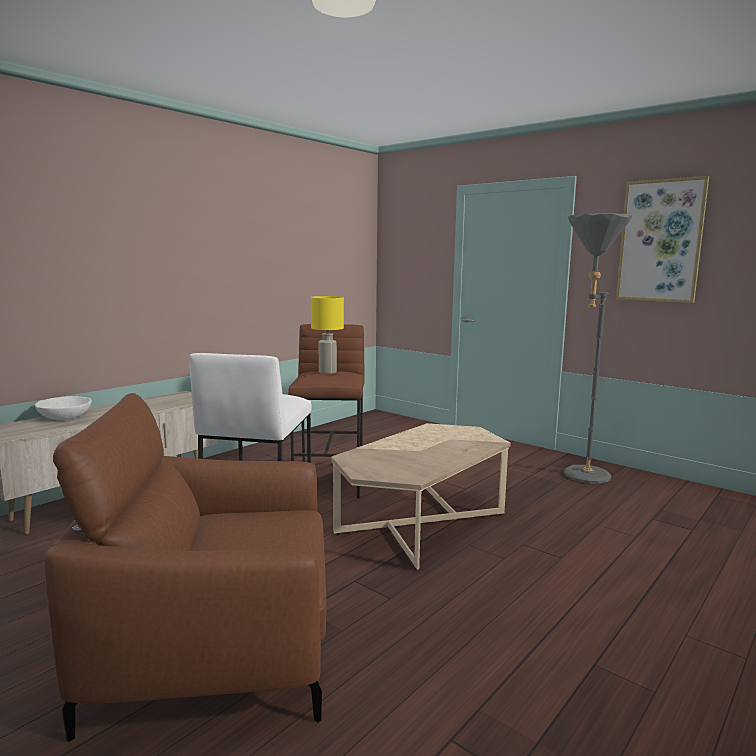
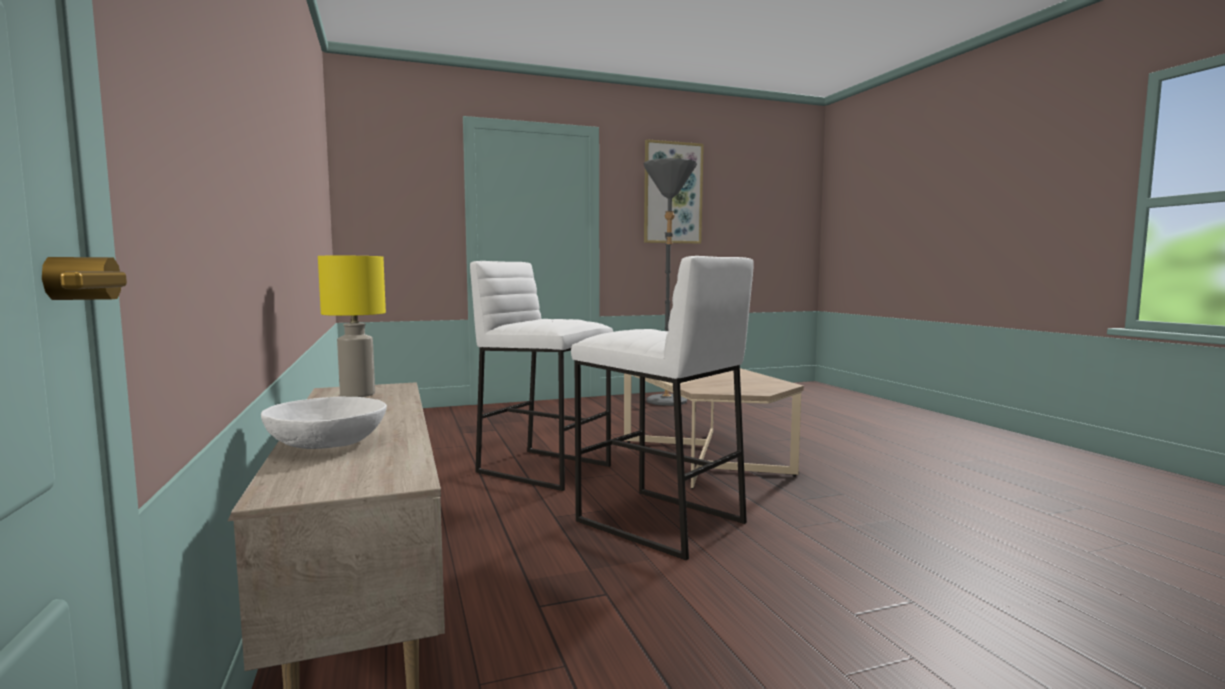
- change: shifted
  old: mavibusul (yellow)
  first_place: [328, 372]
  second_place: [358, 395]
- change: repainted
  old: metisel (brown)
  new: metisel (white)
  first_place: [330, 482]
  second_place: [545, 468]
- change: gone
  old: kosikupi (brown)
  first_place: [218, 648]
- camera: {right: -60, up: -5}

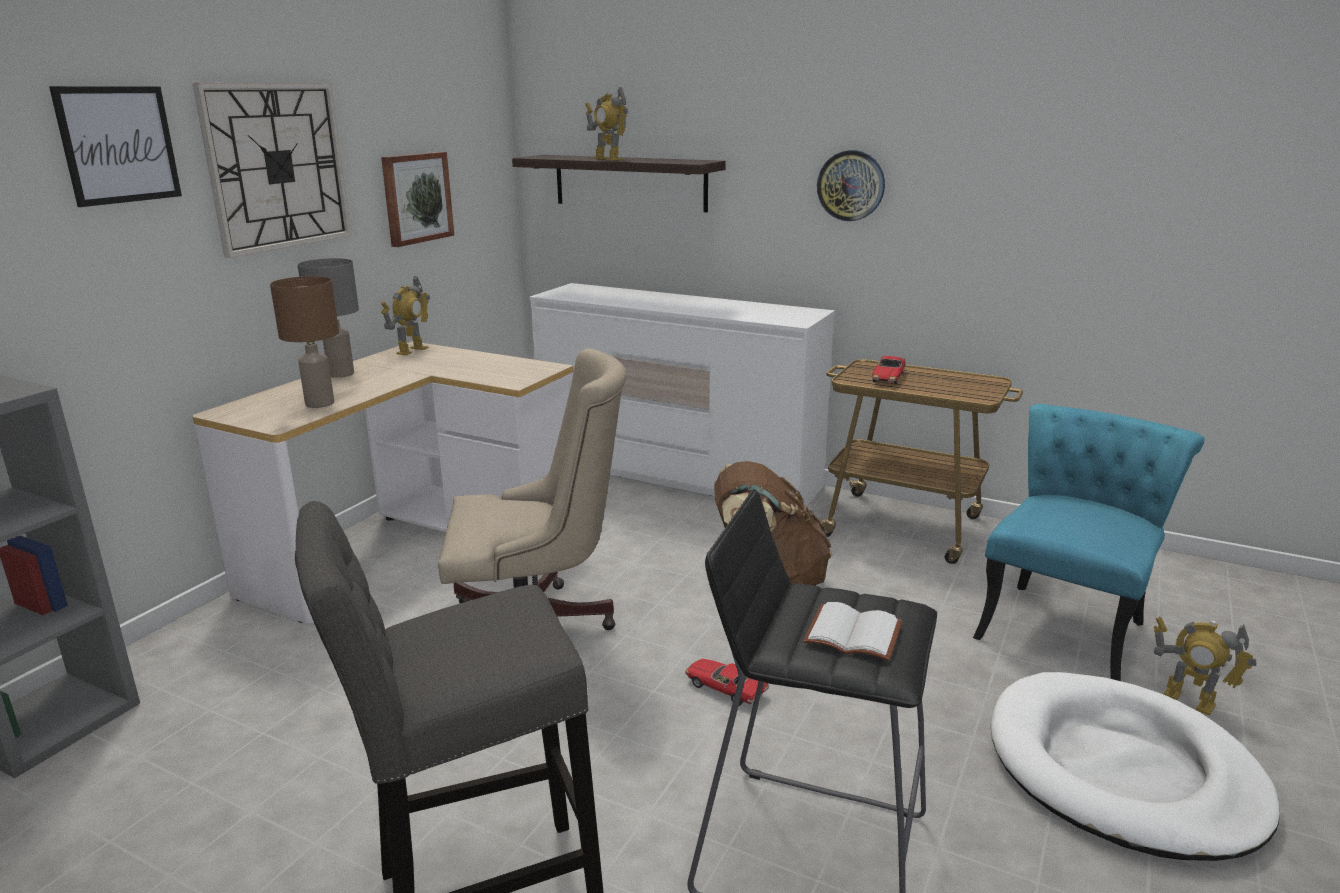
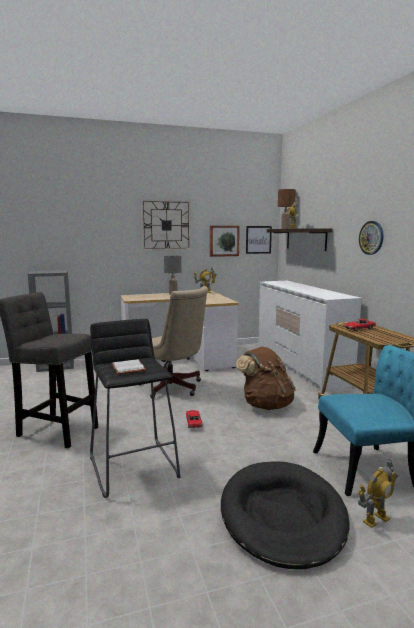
- change: shifted
  old: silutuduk
  first_place: [118, 145]
  second_place: [258, 239]
- change: shifted
  old: mavibusul (brown)
  first_place: [319, 404]
  second_place: [285, 228]
- change: rotated
  old: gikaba
  first_place: [1189, 700]
  second_place: [375, 519]
  degrees: -120
- change: repainted
  old: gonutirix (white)
  new: gonutirix (black)
  first_place: [1122, 771]
  second_place: [282, 515]
- camera: {right: 45, up: -10}

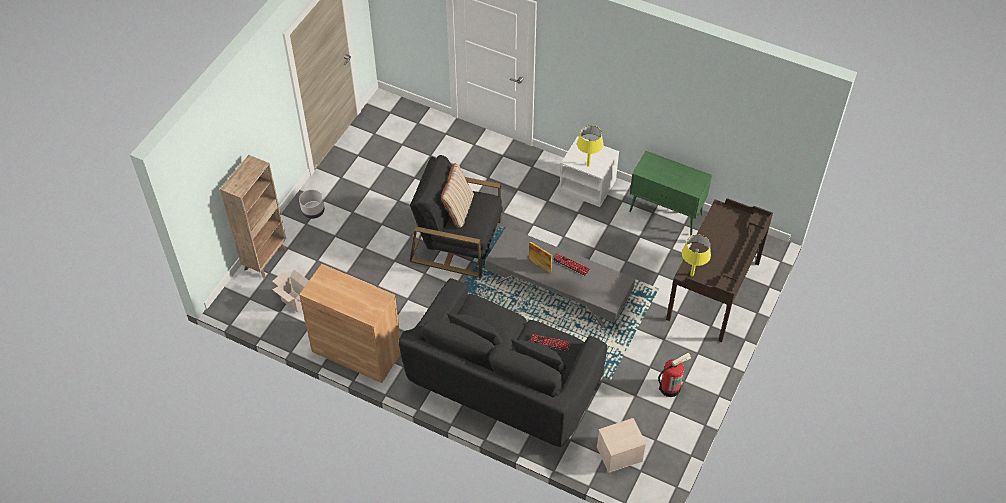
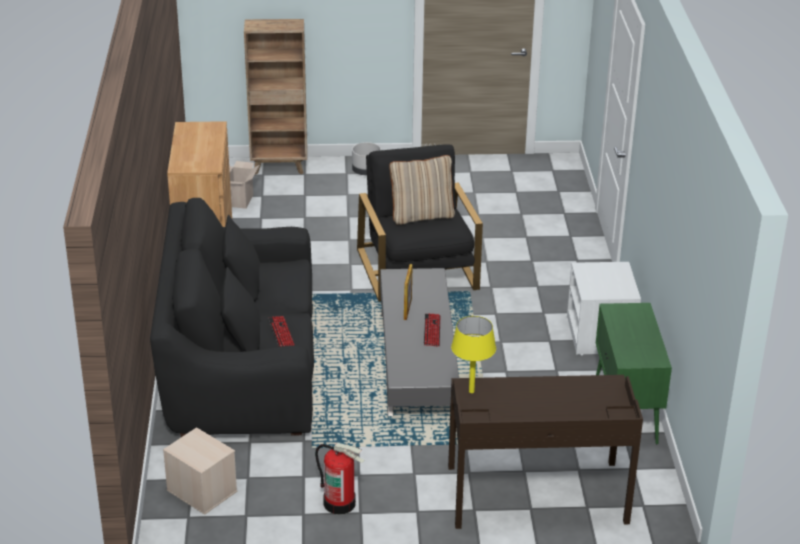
- change: gone
  old: mavibusul (yellow)
  first_place: [588, 165]
- camera: {right: 60, up: -20}

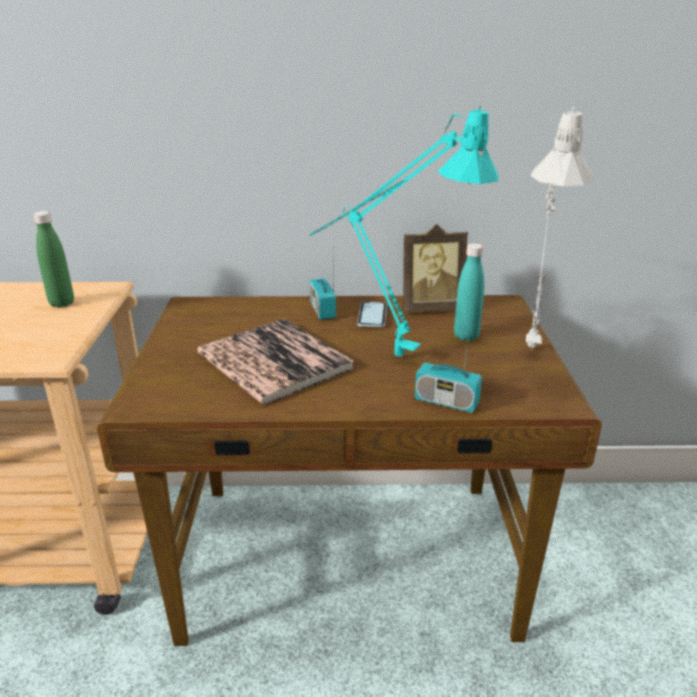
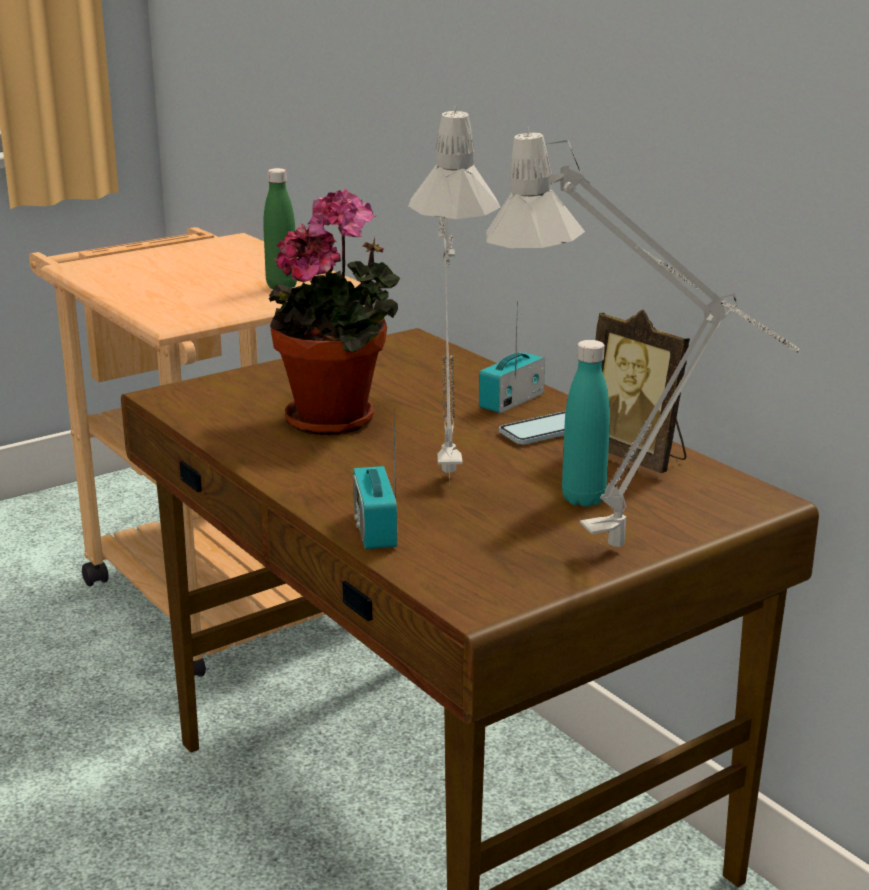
- change: repainted
  old: mavibusul (turquoise)
  new: mavibusul (grey)
  first_place: [387, 355]
  second_place: [447, 468]
- change: swapped
  old: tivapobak
  new: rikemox
  first_place: [274, 361]
  second_place: [338, 419]
- camera: {right: 55, up: -5}

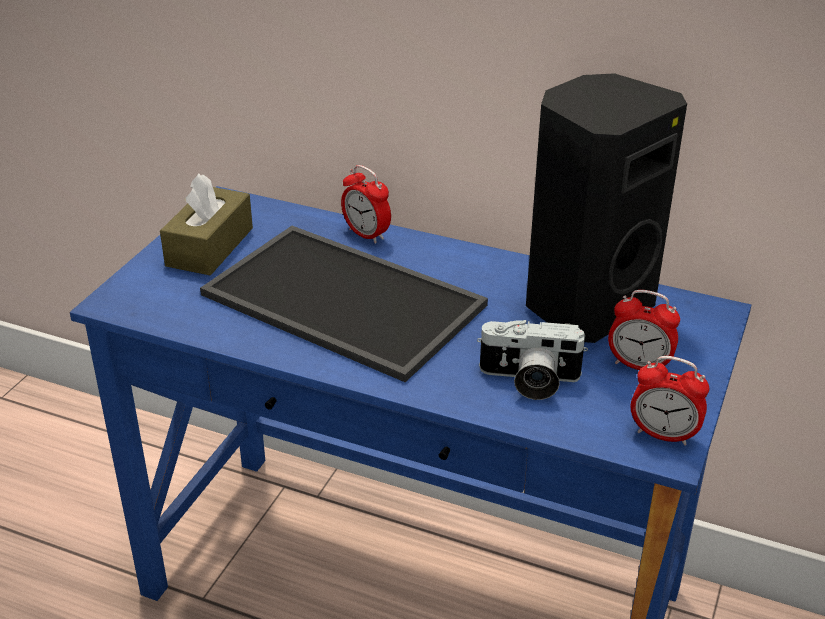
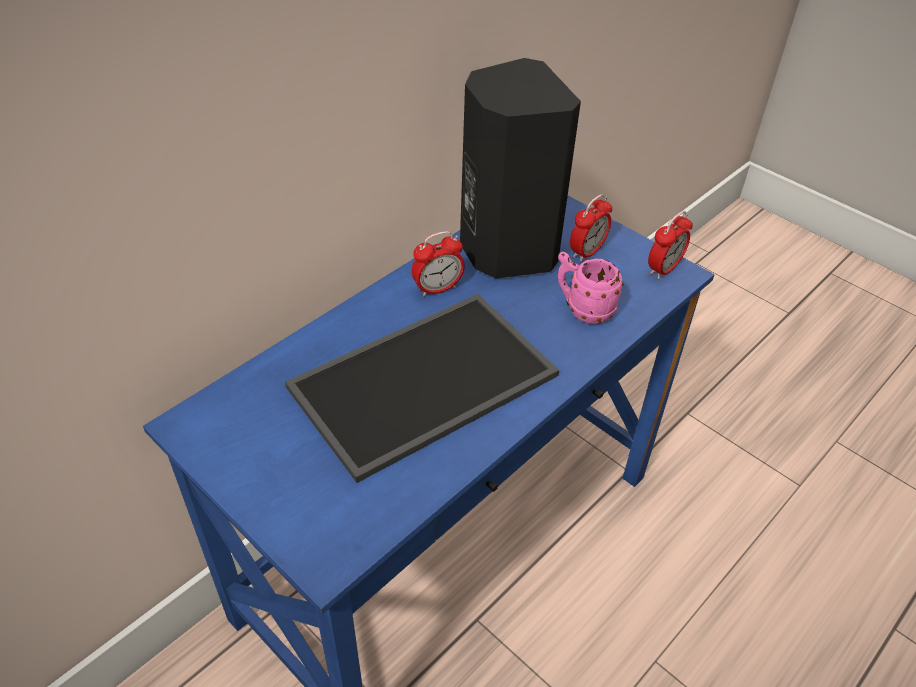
- change: shifted
  old: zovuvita
  first_place: [366, 234]
  second_place: [437, 289]
- change: gone
  old: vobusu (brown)
  first_place: [210, 247]
- change: swapped
  old: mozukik
  new: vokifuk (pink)
  first_place: [529, 380]
  second_place: [583, 309]
- camera: {right: -70, up: 10}

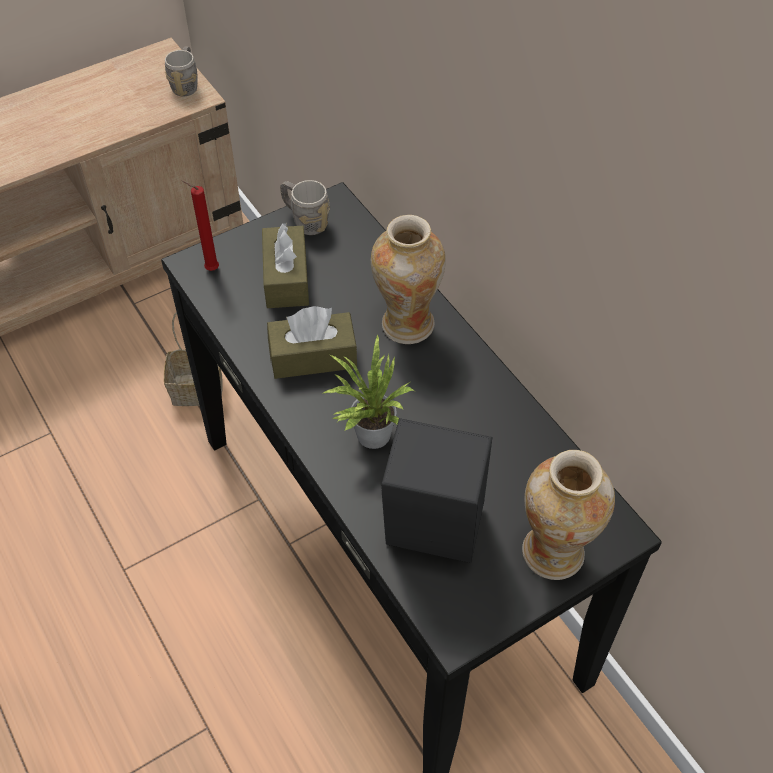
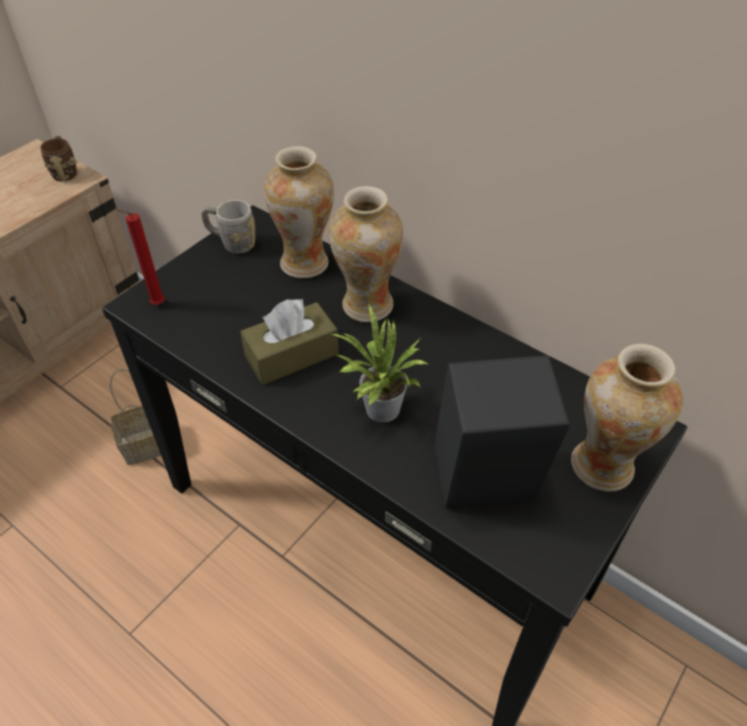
- change: repainted
  old: vokifuk (grey)
  new: vokifuk (brown)
  first_place: [186, 84]
  second_place: [65, 171]
- change: gone
  old: vobusu (brown)
  first_place: [286, 278]
- change: new
  new: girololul
  second_place: [305, 263]
- camera: {right: -20, up: -5}

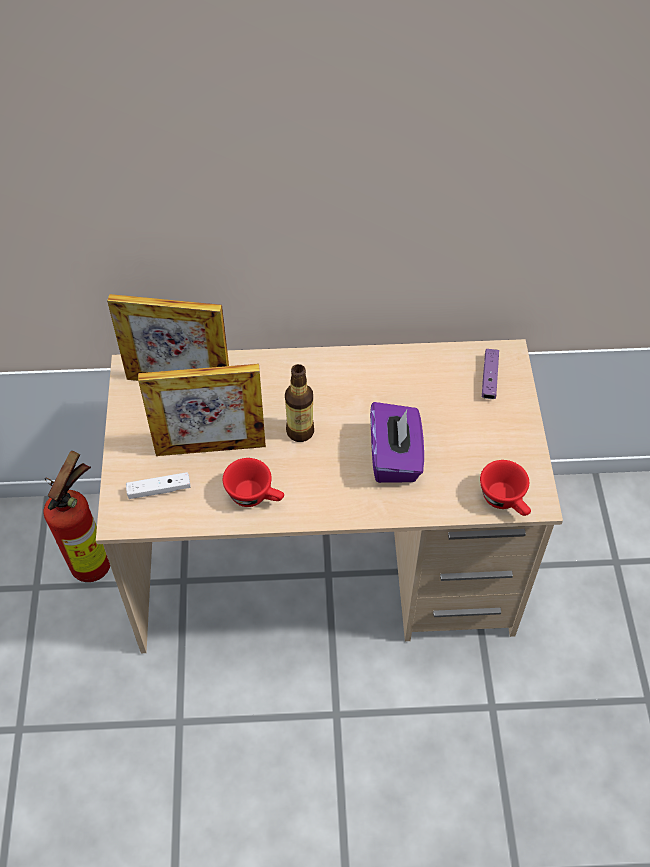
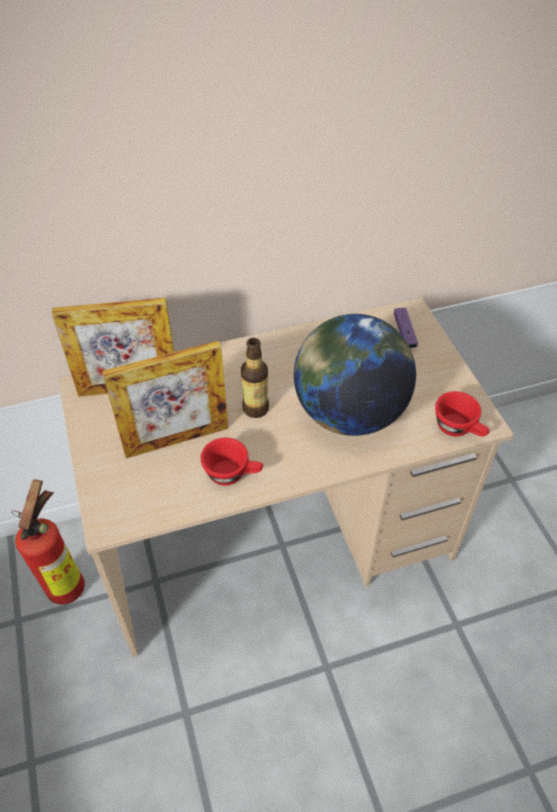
- change: swapped
  old: vobusu (purple)
  new: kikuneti
  first_place: [395, 457]
  second_place: [348, 413]
- change: gone
  old: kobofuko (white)
  first_place: [159, 490]
- camera: {right: -15, up: -5}

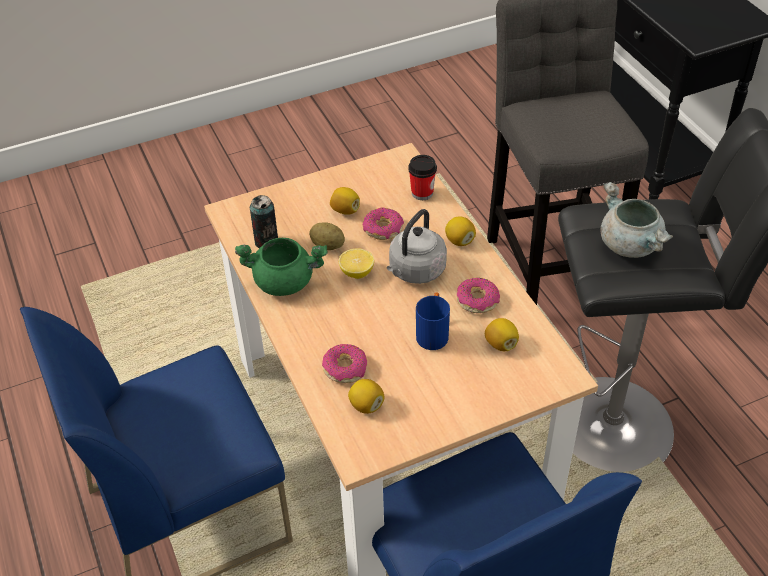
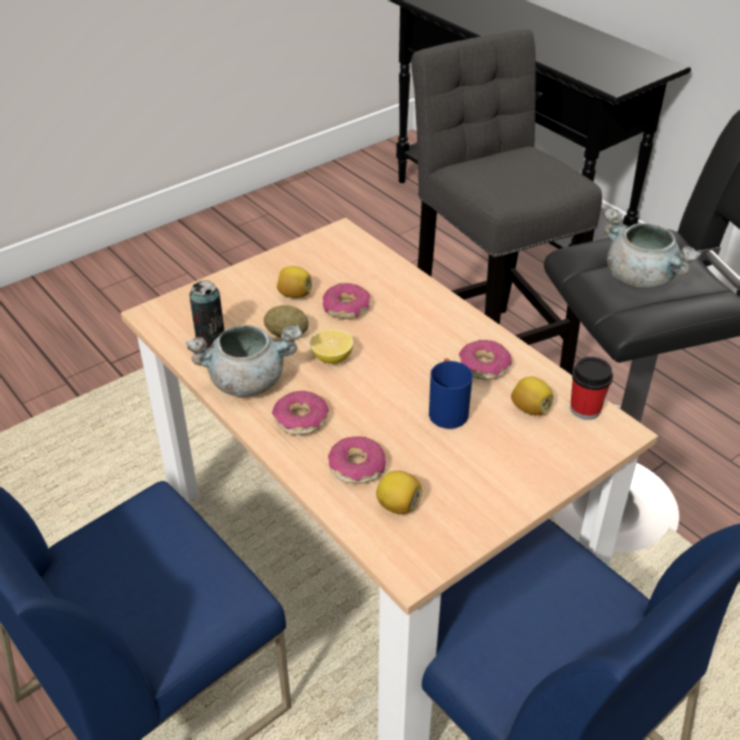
- change: shifted
  old: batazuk
  first_place: [422, 193]
  second_place: [585, 409]
- change: gone
  old: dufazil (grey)
  first_place: [415, 271]
- change: gone
  old: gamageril
  first_place: [459, 241]
- change: repainted
  old: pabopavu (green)
  new: pabopavu (grey)
  first_place: [285, 281]
  second_place: [248, 380]
- change: new
  new: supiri
  second_place: [301, 420]
- camera: {right: -15, up: -5}

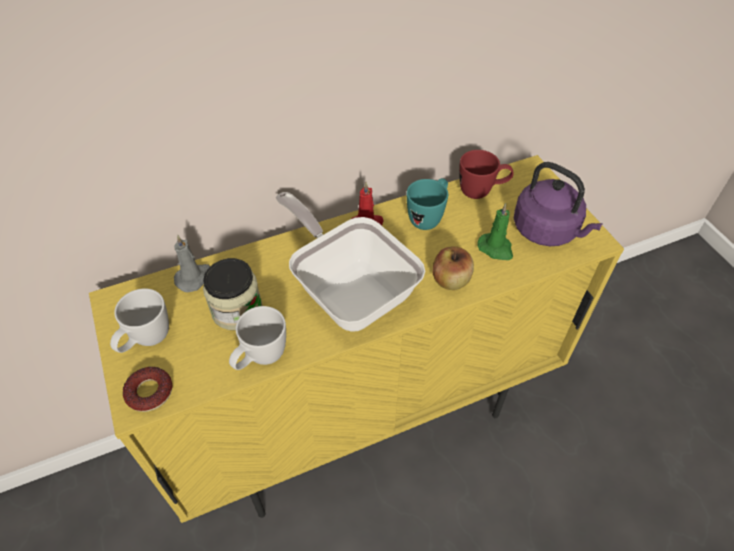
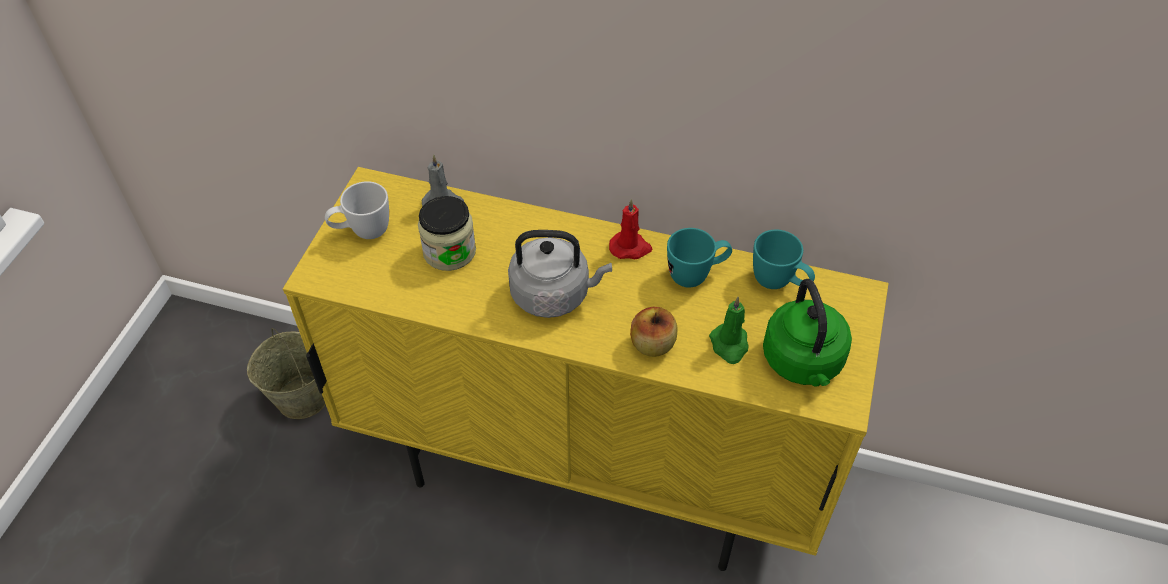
- change: repainted
  old: vokifuk (red)
  new: vokifuk (turquoise)
  first_place: [482, 192]
  second_place: [779, 283]
- change: repainted
  old: dufazil (purple)
  new: dufazil (green)
  first_place: [548, 231]
  second_place: [803, 363]
- change: swapped
  old: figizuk
  new: dufazil (grey)
  first_place: [349, 290]
  second_place: [554, 294]
- change: gone
  old: vokifuk (white)
  first_place: [260, 359]
- change: gone
  old: supiri
  first_place: [150, 392]
- change: new
  new: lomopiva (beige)
  second_place: [304, 397]
- camera: {right: 40, up: 0}

